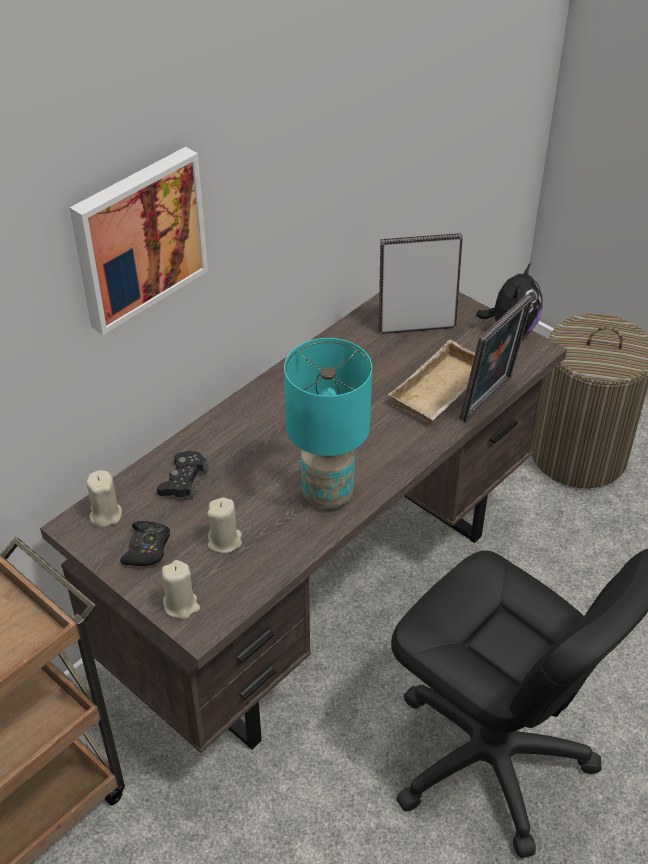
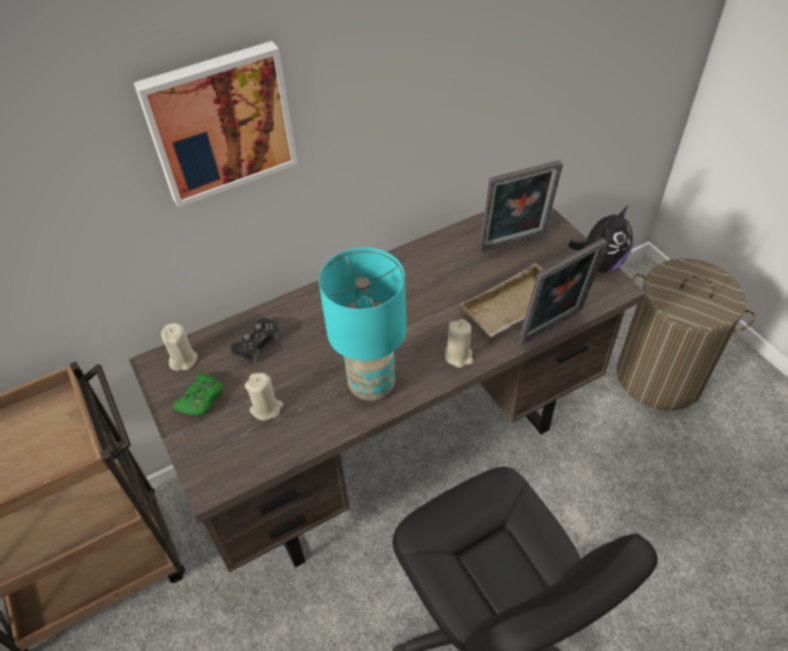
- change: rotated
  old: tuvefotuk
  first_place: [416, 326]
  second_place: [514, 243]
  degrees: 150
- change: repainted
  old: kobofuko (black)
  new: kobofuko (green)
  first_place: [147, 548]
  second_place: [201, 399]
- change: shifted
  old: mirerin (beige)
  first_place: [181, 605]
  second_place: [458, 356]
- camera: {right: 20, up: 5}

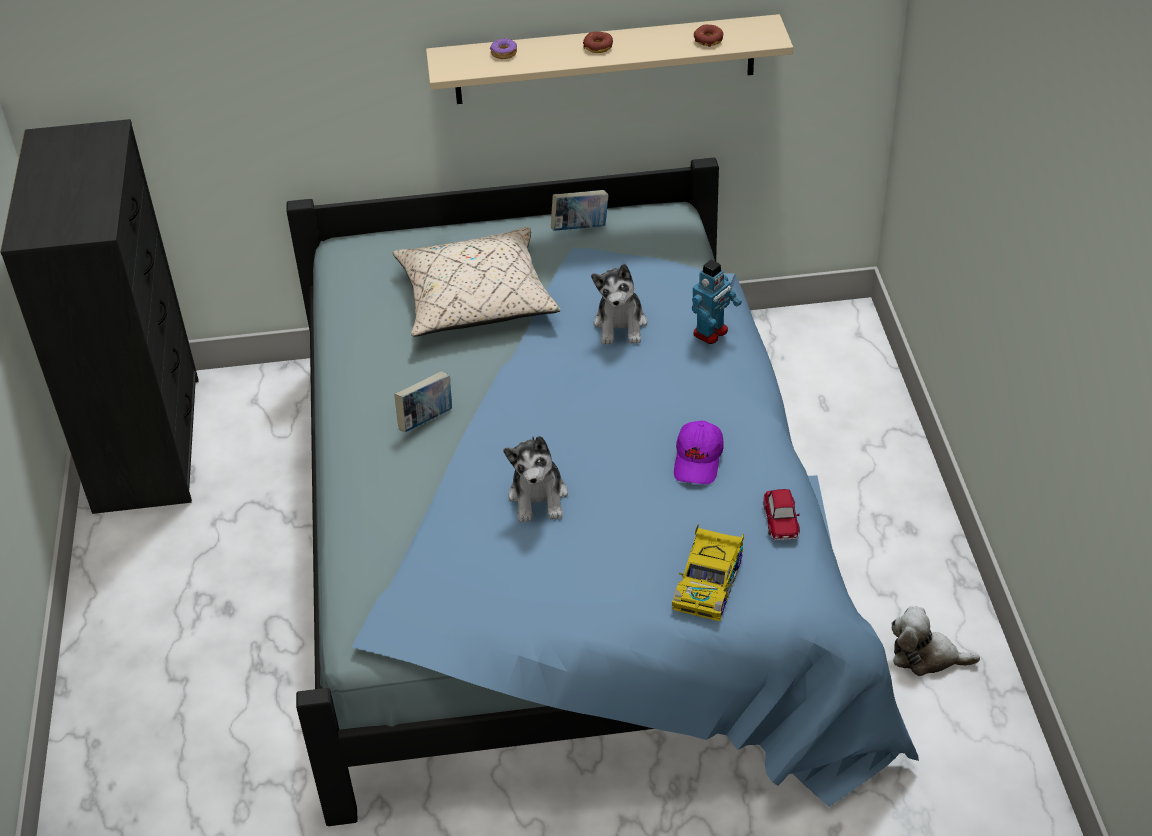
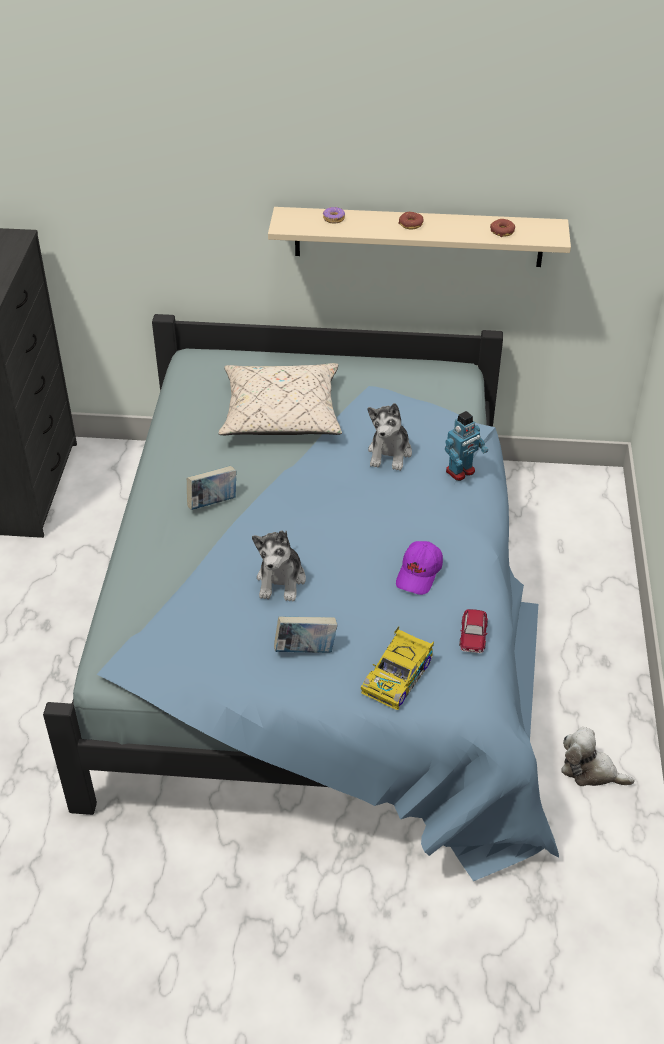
- change: shifted
  old: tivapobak
  first_place: [580, 228]
  second_place: [305, 650]
- camera: {right: 10, up: 0}

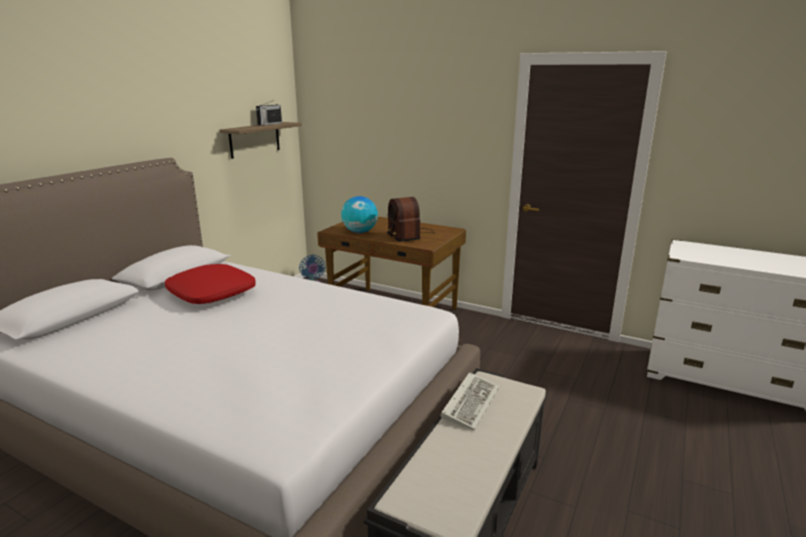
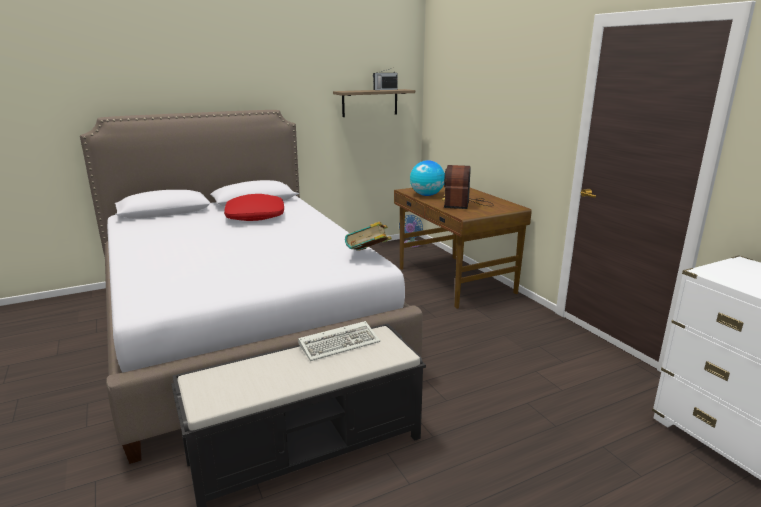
- change: new
  new: tivapobak
  second_place: [368, 255]
- camera: {right: 35, up: 0}

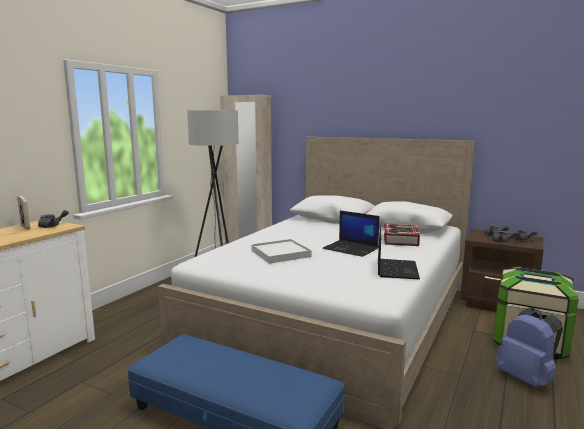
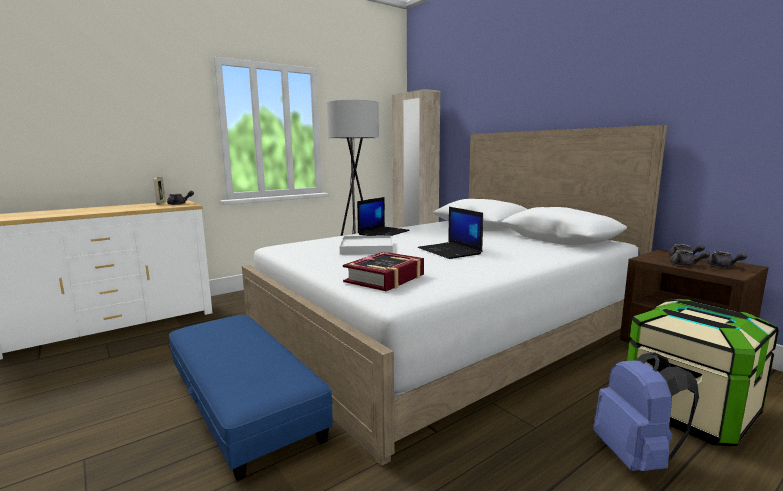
- change: shifted
  old: tivapobak
  first_place: [401, 240]
  second_place: [385, 278]
- change: shifted
  old: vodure
  first_place: [396, 269]
  second_place: [383, 232]
- camera: {right: 25, up: 0}

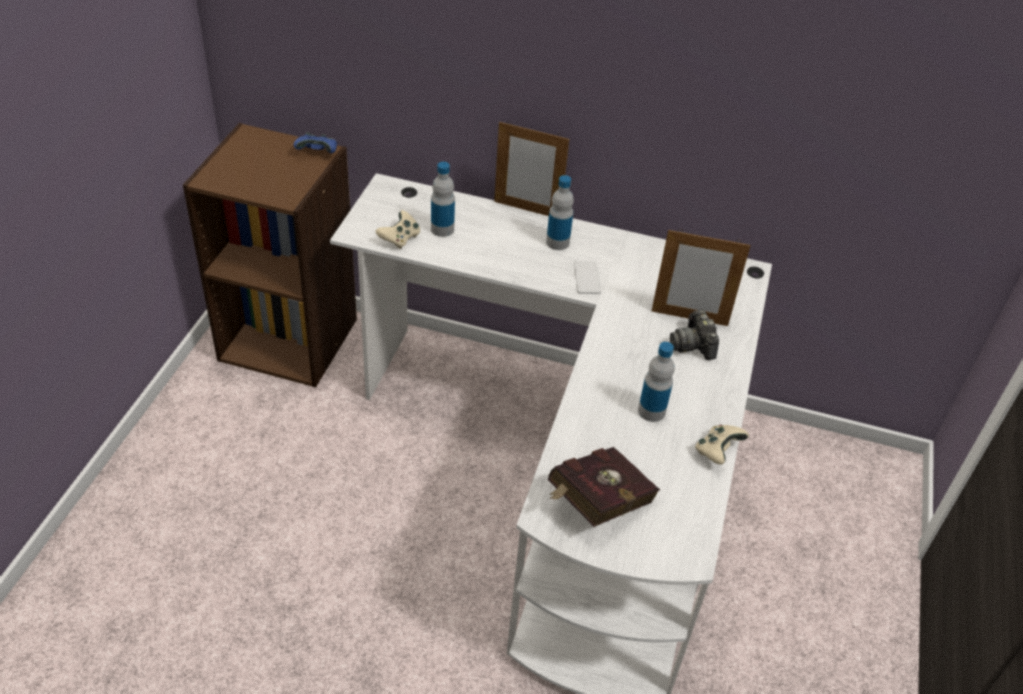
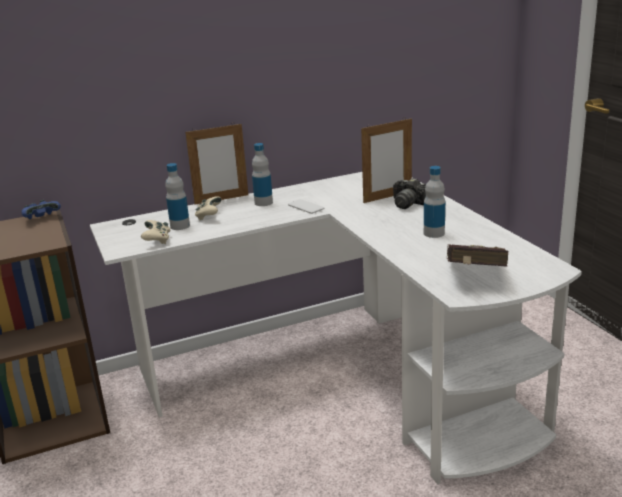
- change: shifted
  old: kobofuko (beige)
  first_place: [717, 451]
  second_place: [209, 216]
- camera: {right: -35, up: -20}

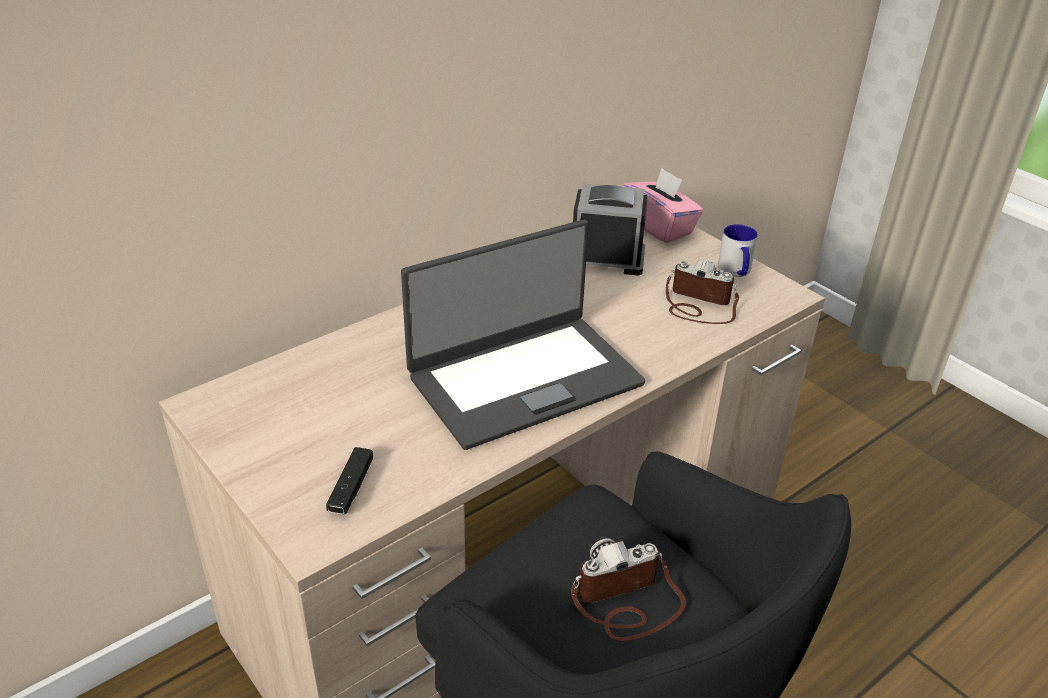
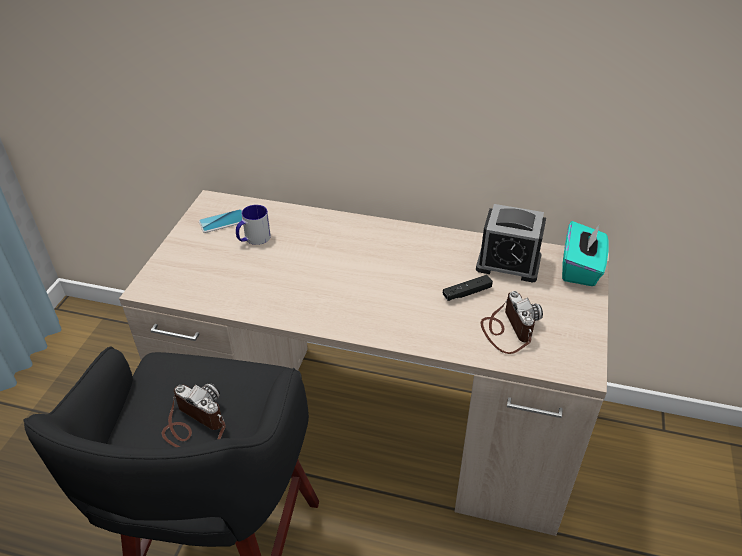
- change: repainted
  old: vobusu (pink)
  new: vobusu (turquoise)
  first_place: [659, 227]
  second_place: [581, 268]
- change: rotated
  old: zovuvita
  first_place: [606, 258]
  second_place: [508, 263]
  degrees: 135
- change: gone
  old: vodure
  first_place: [524, 379]
- change: shifted
  old: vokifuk
  first_place: [736, 271]
  second_place: [253, 239]
- change: shifted
  old: kobofuko (black)
  first_place: [351, 488]
  second_place: [467, 293]
- change: new
  new: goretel
  second_place: [223, 221]
- camera: {right: 55, up: 5}

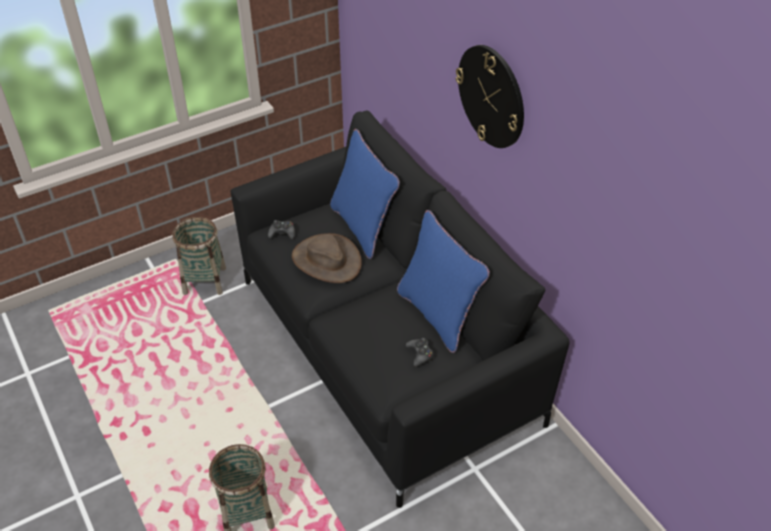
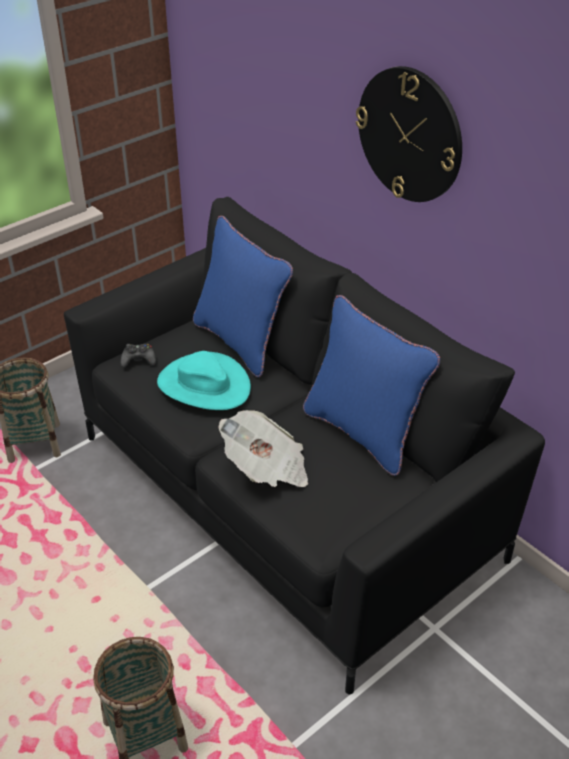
- change: repainted
  old: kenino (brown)
  new: kenino (turquoise)
  first_place: [326, 260]
  second_place: [203, 385]
- change: gone
  old: kobofuko (black)
  first_place: [420, 354]
- change: new
  new: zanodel
  second_place: [266, 468]
- camera: {right: -10, up: -5}

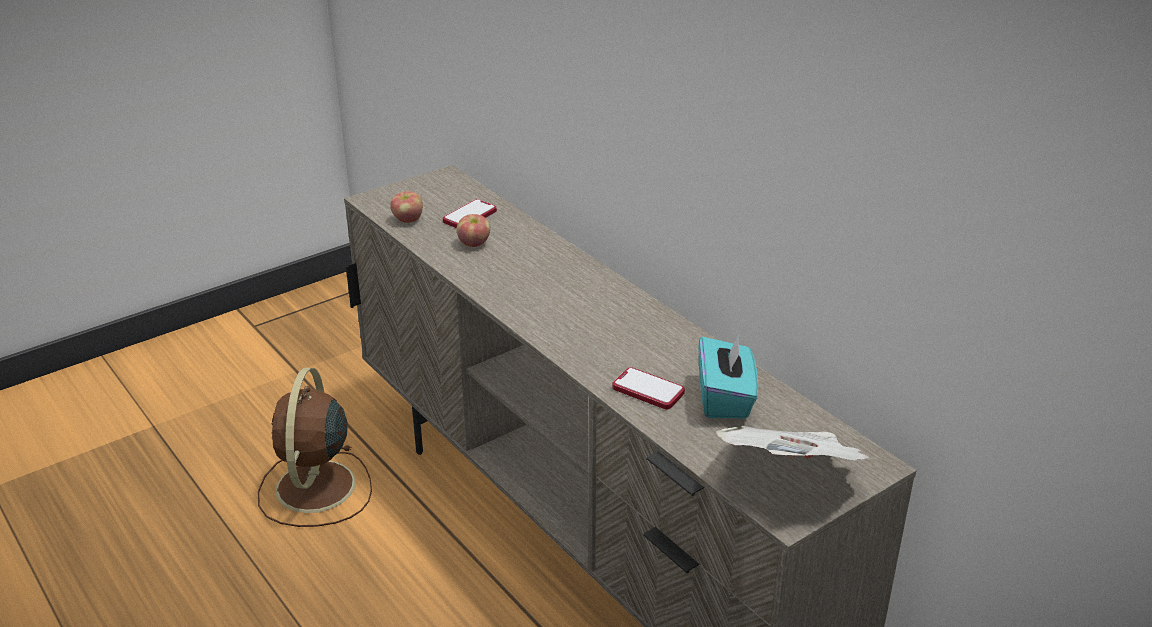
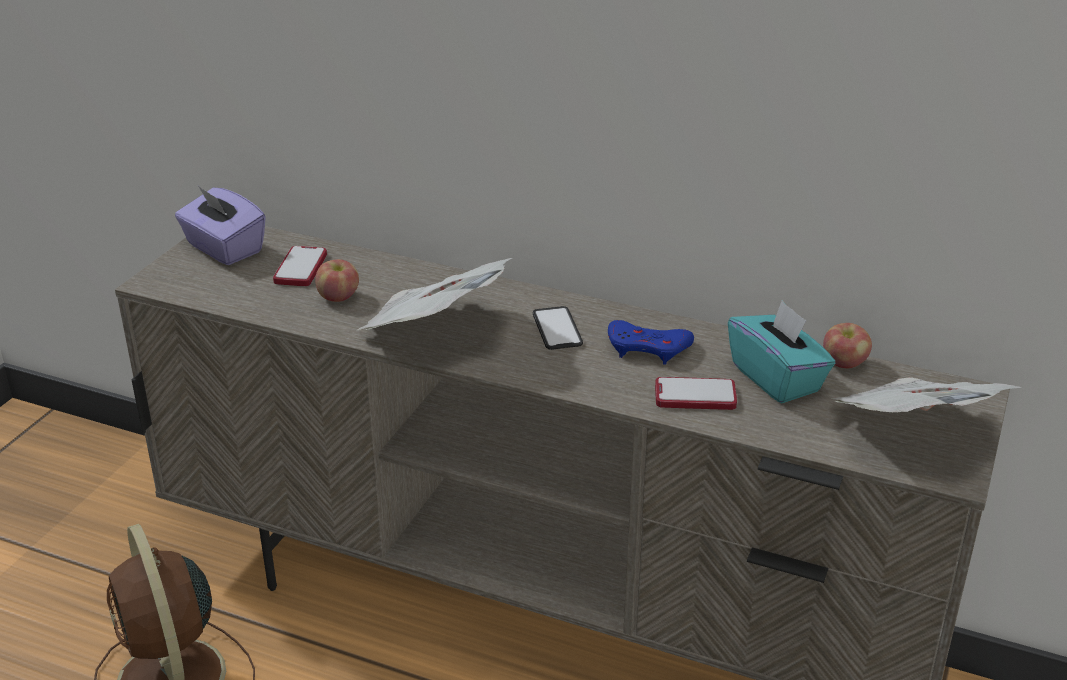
- change: shifted
  old: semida
  first_place: [408, 220]
  second_place: [844, 363]
- change: new
  new: vobusu (purple)
  second_place: [223, 248]
- change: new
  new: zanodel
  second_place: [435, 330]
- change: new
  new: goretel
  second_place: [557, 329]
- change: new
  new: kobofuko (blue)
  second_place: [648, 348]
- camera: {right: -30, up: 0}

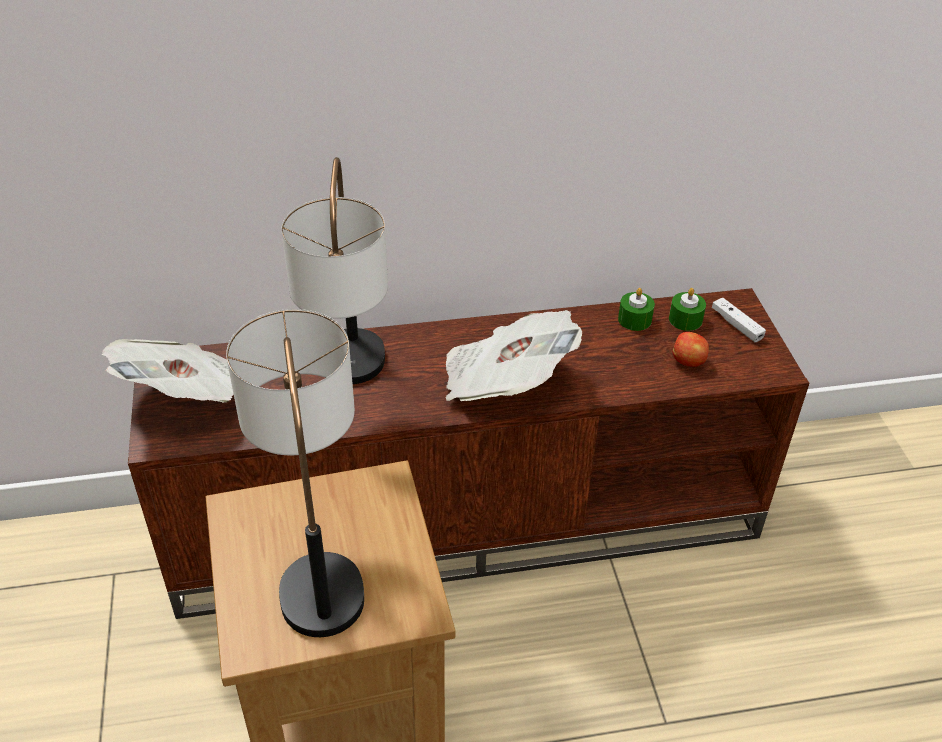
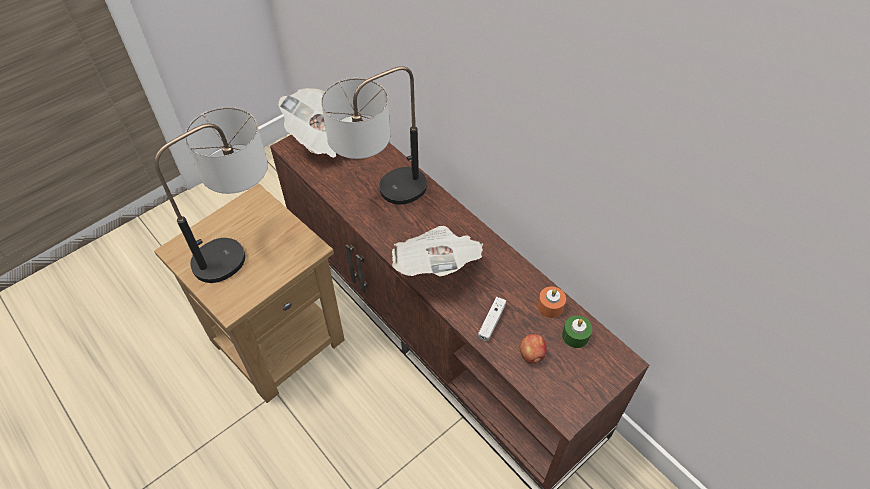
- change: repainted
  old: mirerin (green)
  new: mirerin (orange)
  first_place: [634, 319]
  second_place: [550, 306]
- change: shifted
  old: kobofuko (white)
  first_place: [736, 325]
  second_place: [491, 321]
- camera: {right: 60, up: 10}

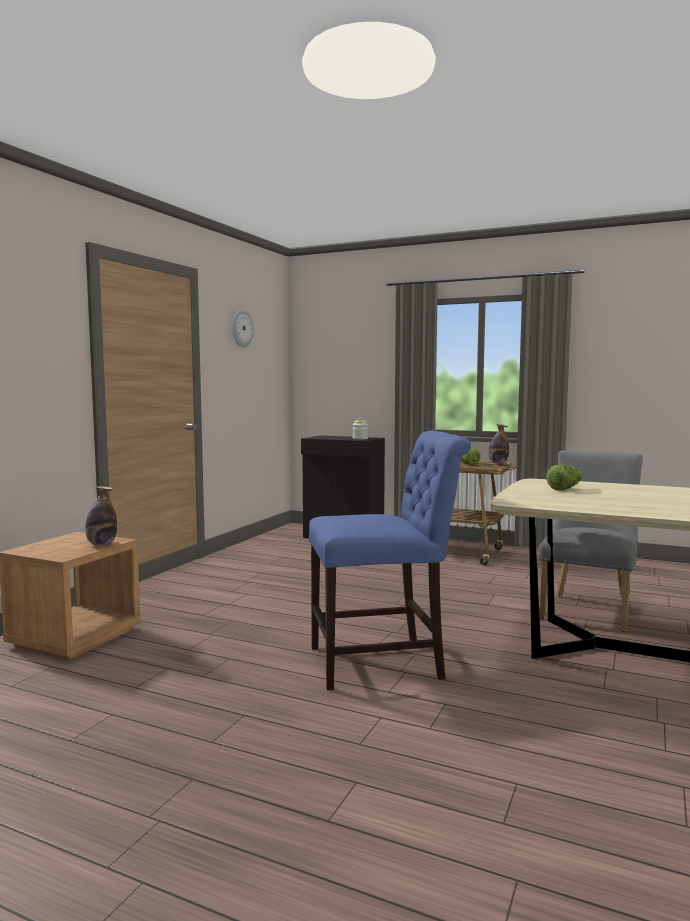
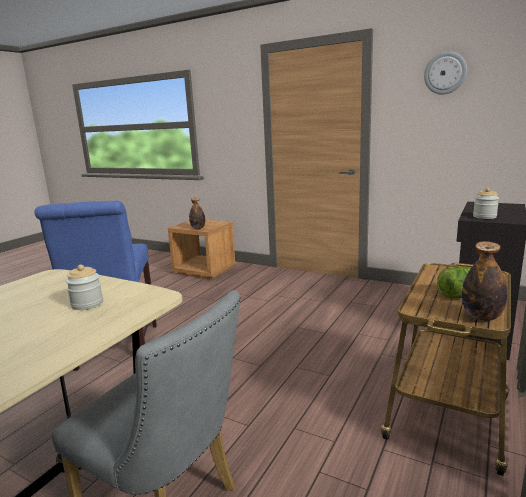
- change: swapped
  old: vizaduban
  new: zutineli
  first_place: [564, 489]
  second_place: [87, 304]
- camera: {right: 95, up: 10}

